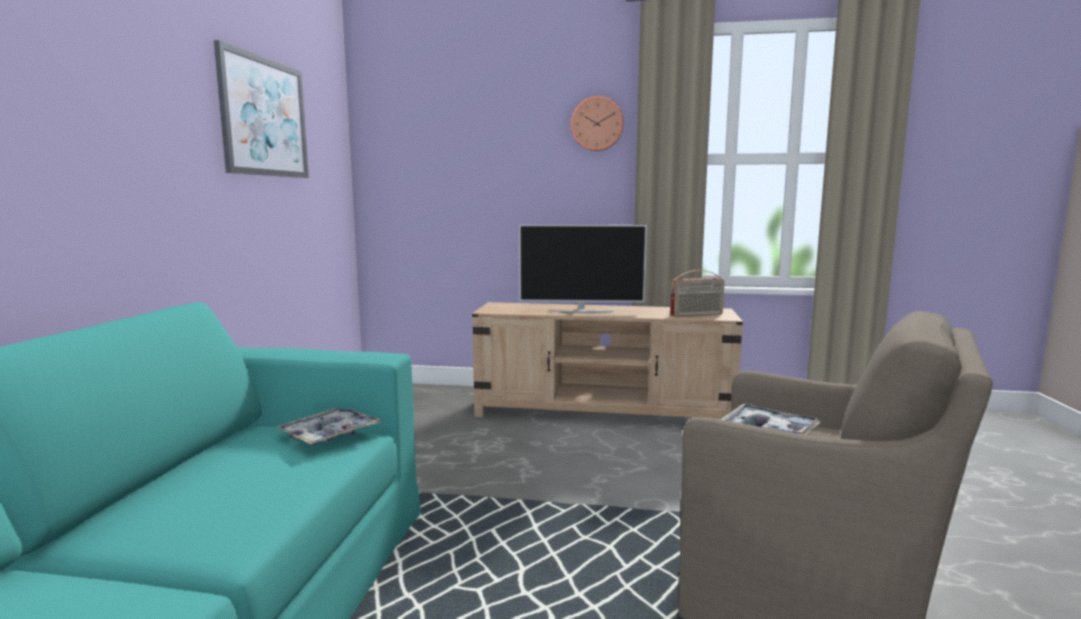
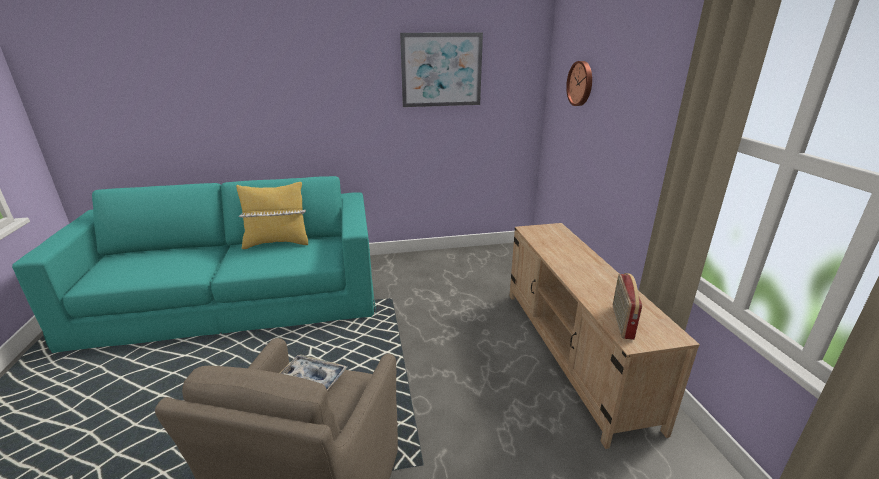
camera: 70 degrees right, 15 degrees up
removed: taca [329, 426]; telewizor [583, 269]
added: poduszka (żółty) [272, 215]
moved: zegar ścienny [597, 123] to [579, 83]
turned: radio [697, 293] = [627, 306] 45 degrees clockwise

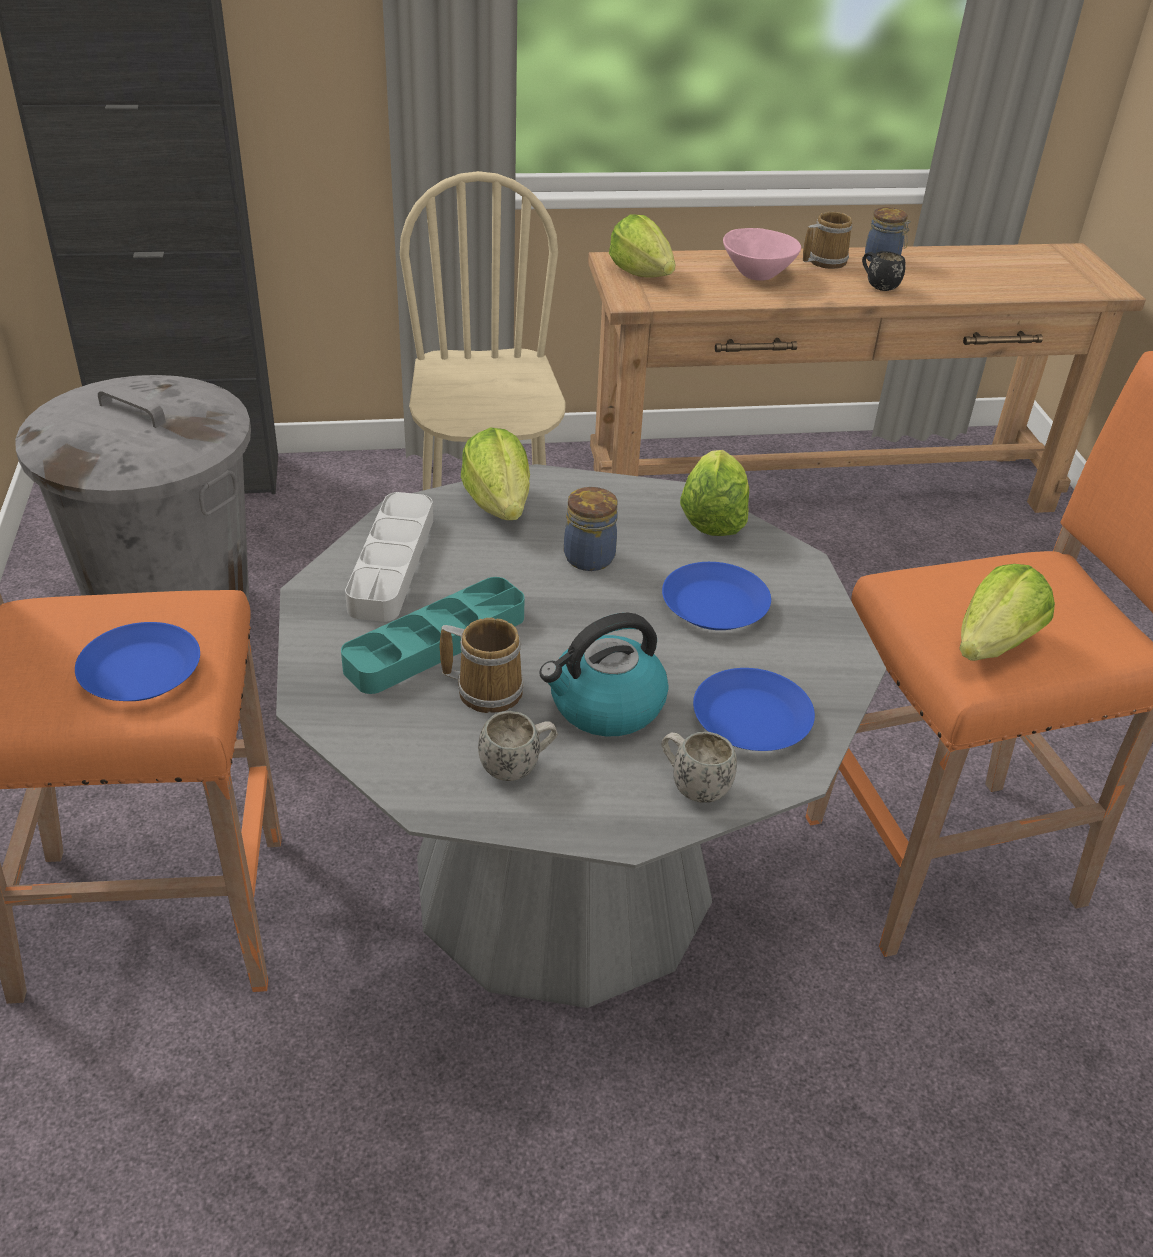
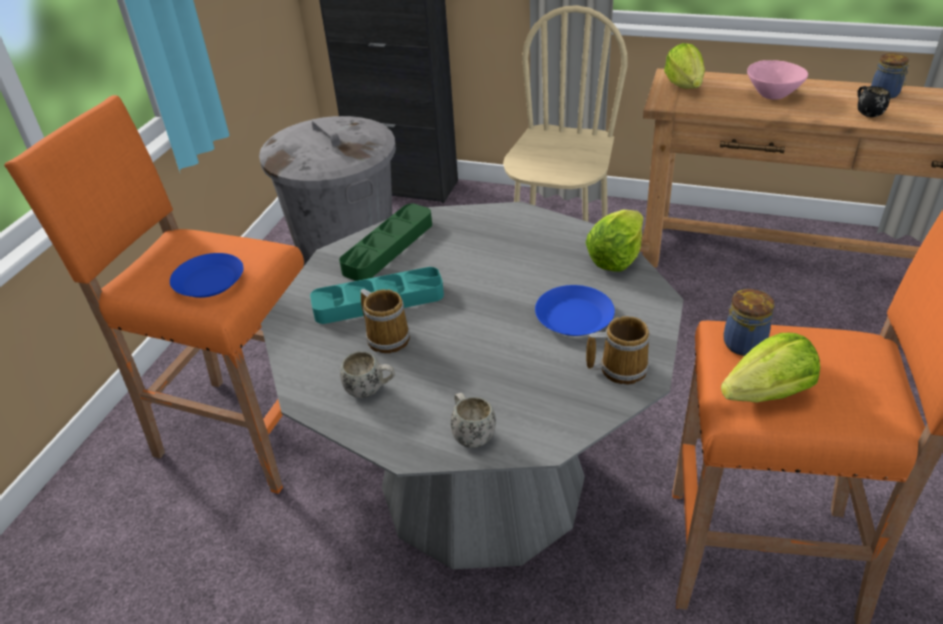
camera: 30 degrees right, 0 degrees up
removed: sałata [495, 474]; czajnik [604, 674]; talerz (niebieski) [754, 709]
moved: słoik [591, 529] to [749, 322]; kubek [827, 240] to [618, 350]
recoloured: taca (szary) [389, 557] to taca (zielony) [385, 242]

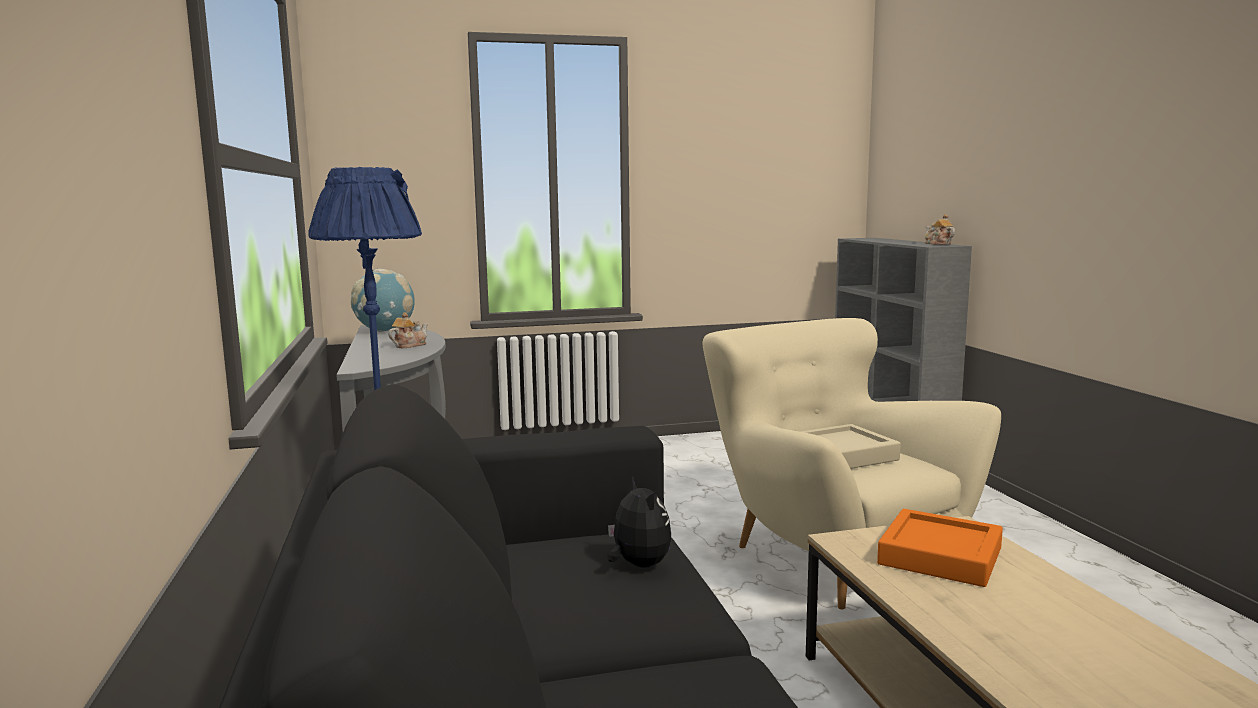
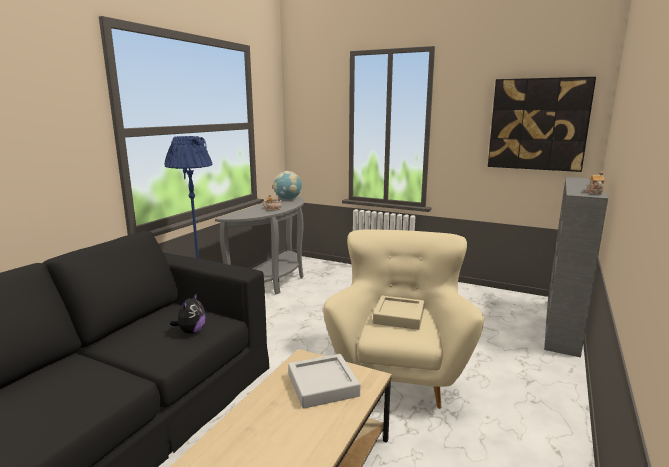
camera: 40 degrees right, 5 degrees up
added: obraz [542, 124]
recoloured: taca (pomarańczowy) [940, 548] to taca (szary) [324, 381]

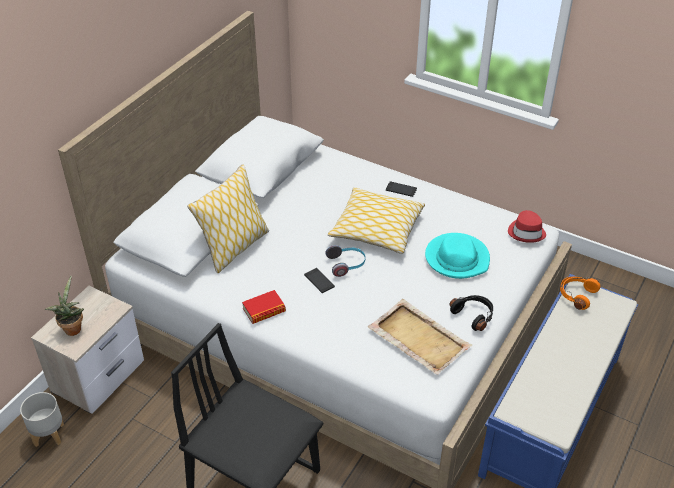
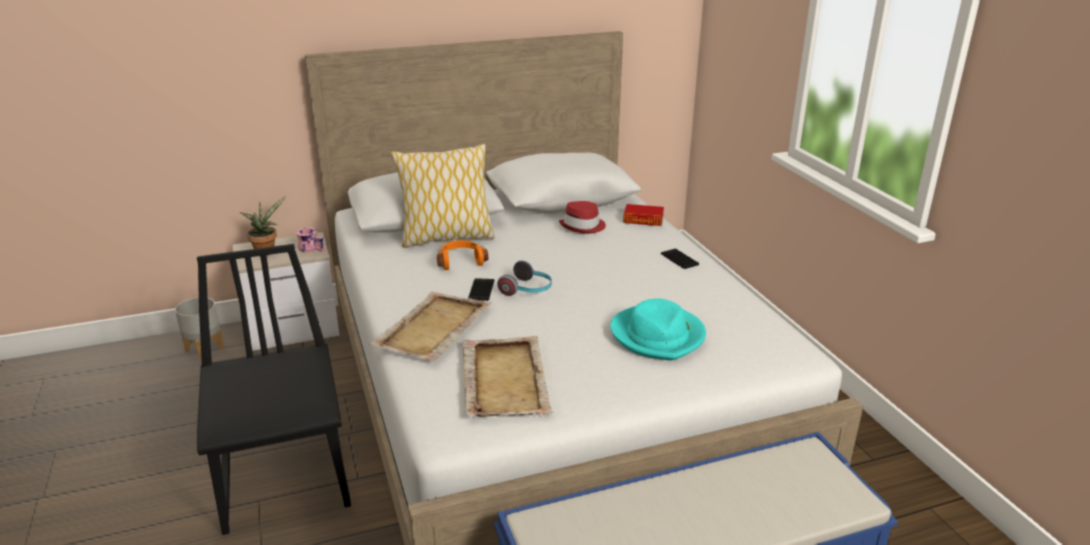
camera: 40 degrees right, 15 degrees down
removed: poduszka [376, 220]; słuchawki (czarny) [471, 313]
added: kubek (różowy) [310, 239]; taca (beżowy) [430, 326]
moved: książka [264, 307] to [643, 215]; kapelusz (czerwony) [527, 226] to [582, 217]; słuchawki (pomarańczowy) [580, 293] to [463, 255]

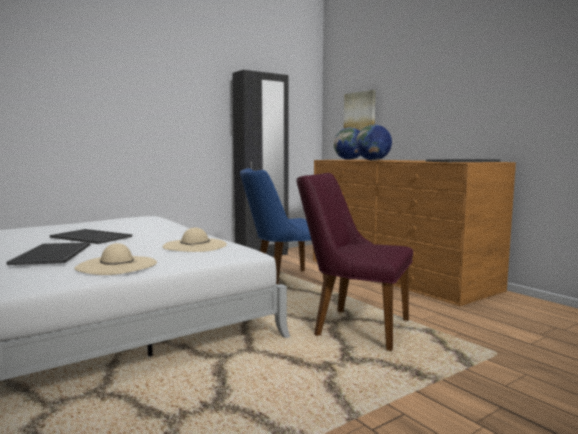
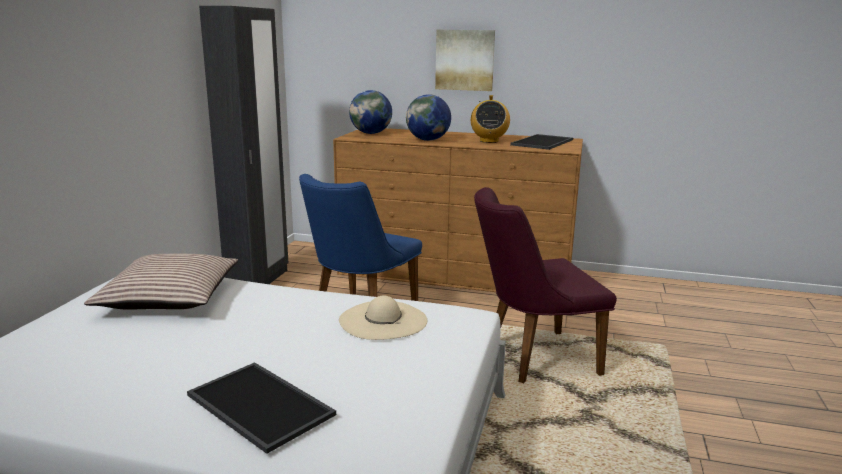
camera: 40 degrees left, 10 degrees up
removed: taca [91, 236]; kapelusz (beżowy) [115, 259]
added: poduszka [161, 282]; radio [490, 119]
moved: obraz [360, 110] to [465, 60]

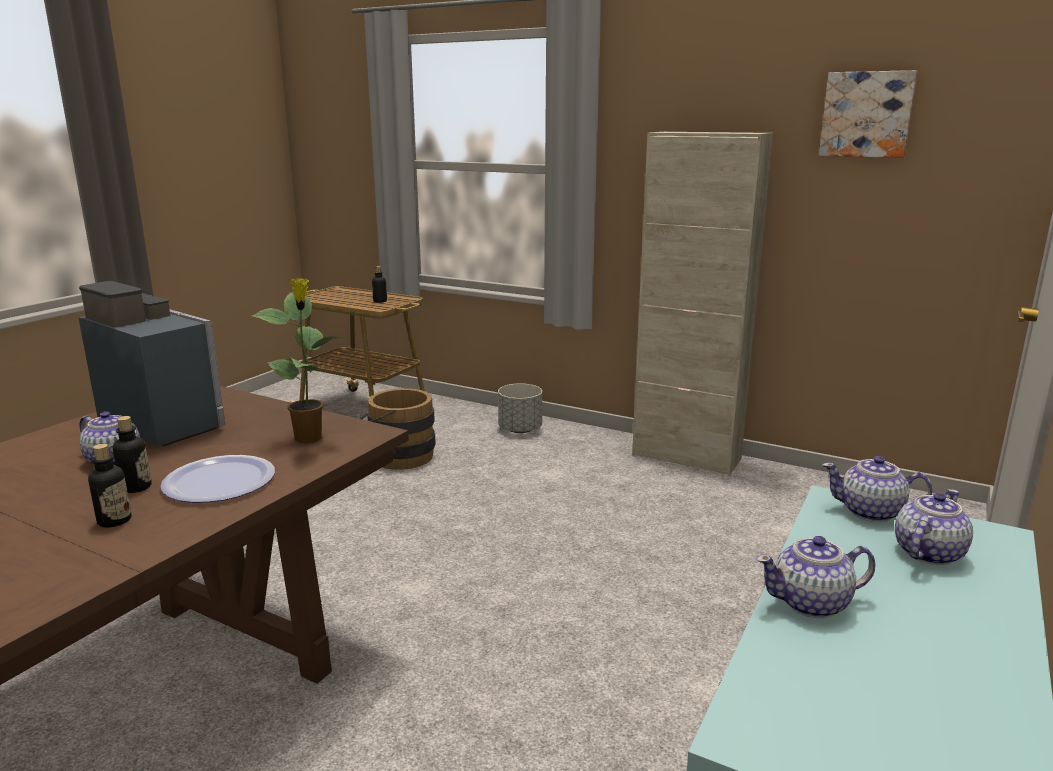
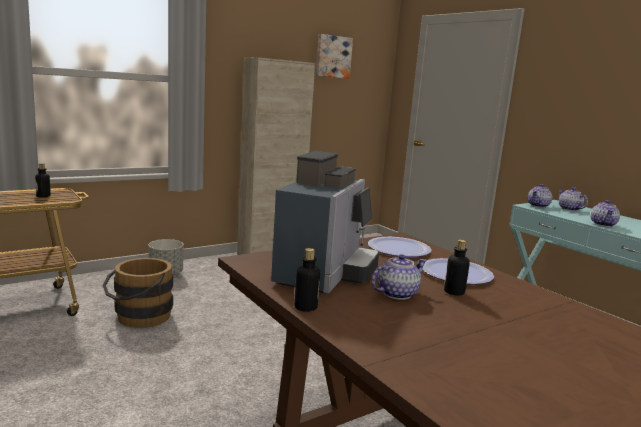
camera: 65 degrees left, 5 degrees down
moved: butelka [109, 485] to [307, 280]
replaced: roślina doniczkowa [297, 360] to talerz [399, 247]
turned: ekspres do kawy [151, 364] = [325, 222] 135 degrees clockwise

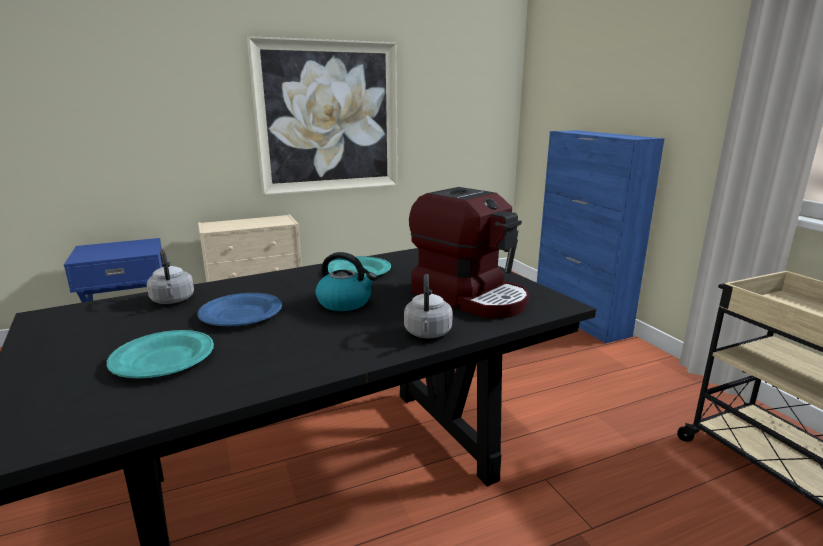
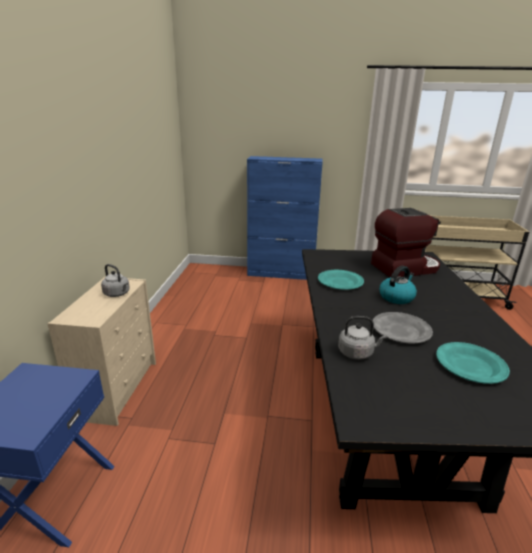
camera: 60 degrees left, 5 degrees up
removed: obraz [322, 116]
moved: czajnik (szary) [428, 306] to [115, 280]
recoloured: talerz (niebieski) [239, 309] to talerz (szary) [403, 328]

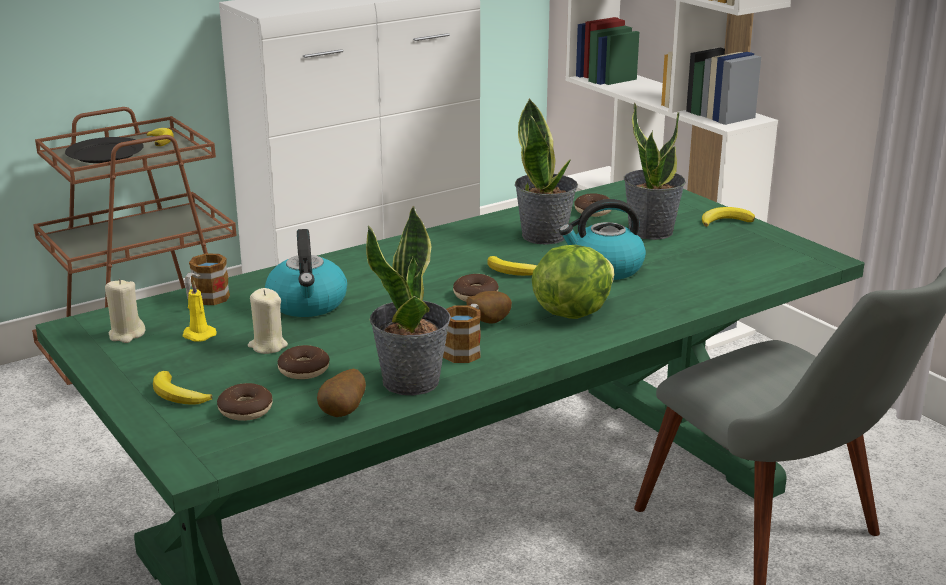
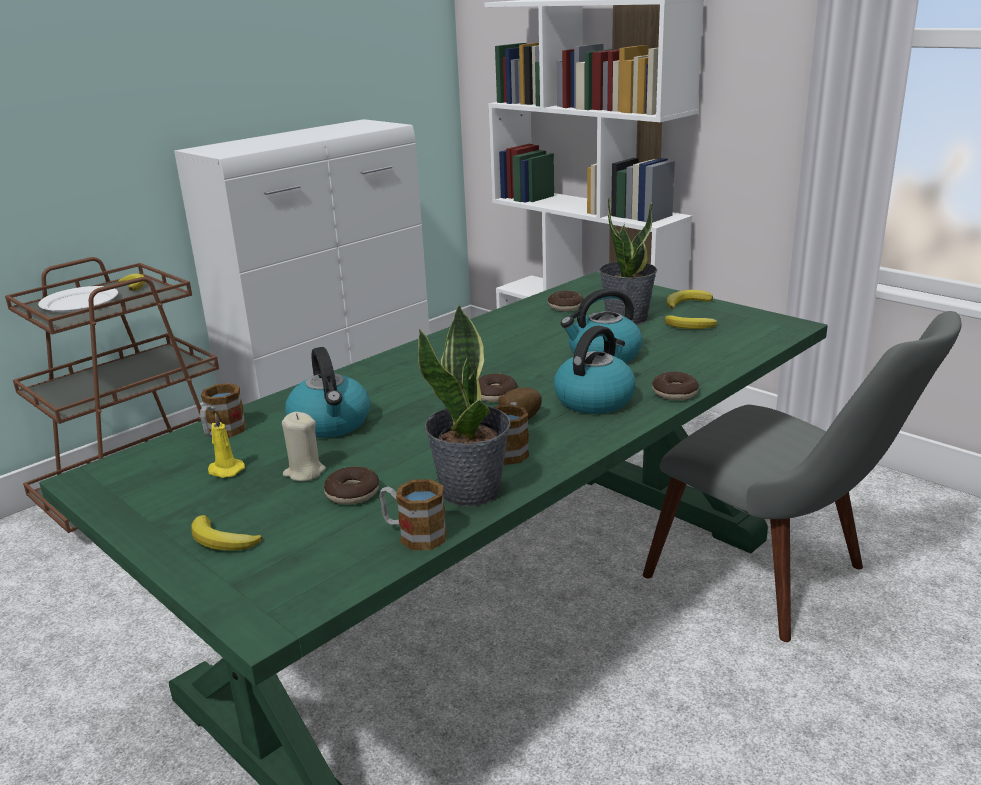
camera: 10 degrees left, 0 degrees up
removed: świeca (beżowy) [125, 311]; roślina doniczkowa [546, 171]
moved: donut [245, 402] to [675, 386]; banan [512, 266] to [691, 322]
replaced: ziemniak [341, 393] to kubek [413, 514]; sałata [573, 282] to czajnik [594, 369]
recoloured: talerz (czarny) [104, 150] to talerz (biały) [78, 299]

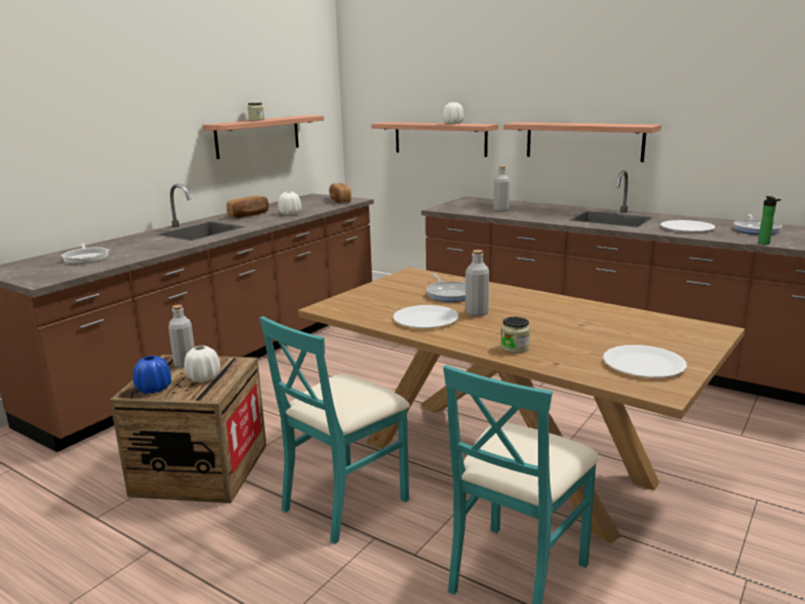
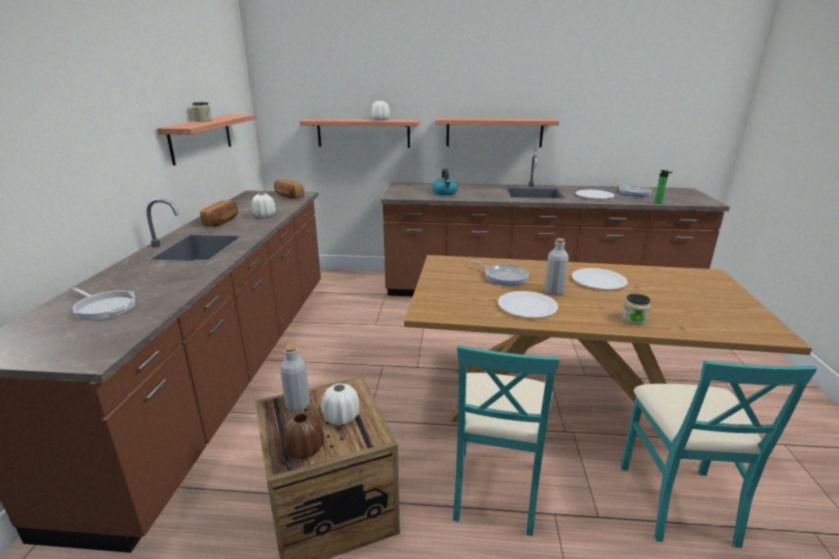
camera: 30 degrees left, 5 degrees up
moved: talerz (biały) [645, 361] to [600, 279]
replaced: butelka (szary) [502, 189] to czajnik [445, 182]
recoloured: wazon (niebieski) [152, 374] to wazon (brązowy) [302, 435]

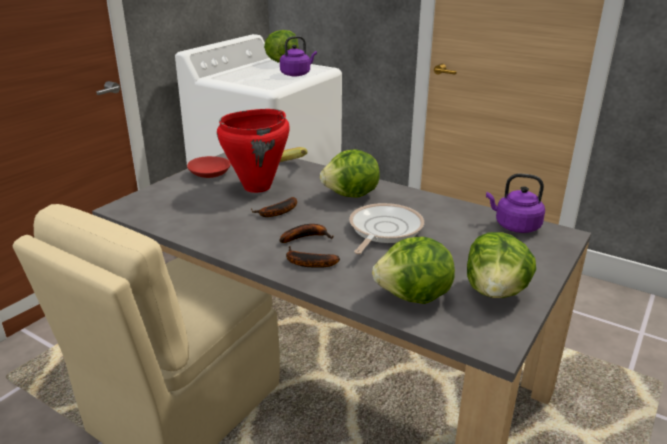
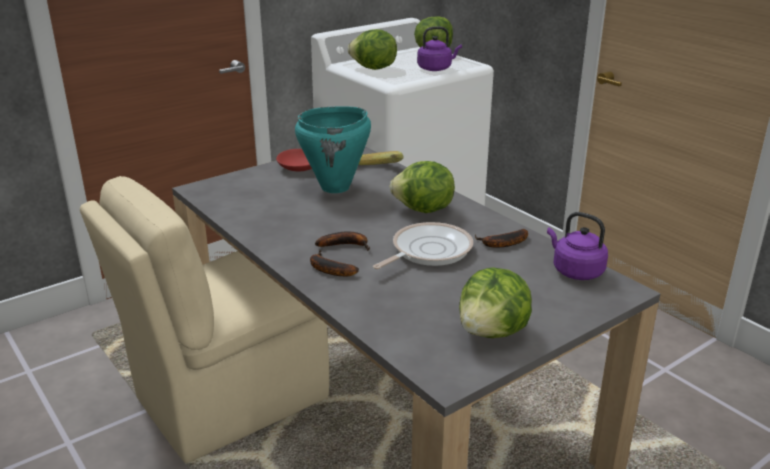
camera: 20 degrees right, 0 degrees up
moved: banan [274, 207] to [501, 238]; sałata [413, 270] to [372, 49]
recoloured: garnek (czerwony) [253, 151] to garnek (turkusowy) [333, 149]

